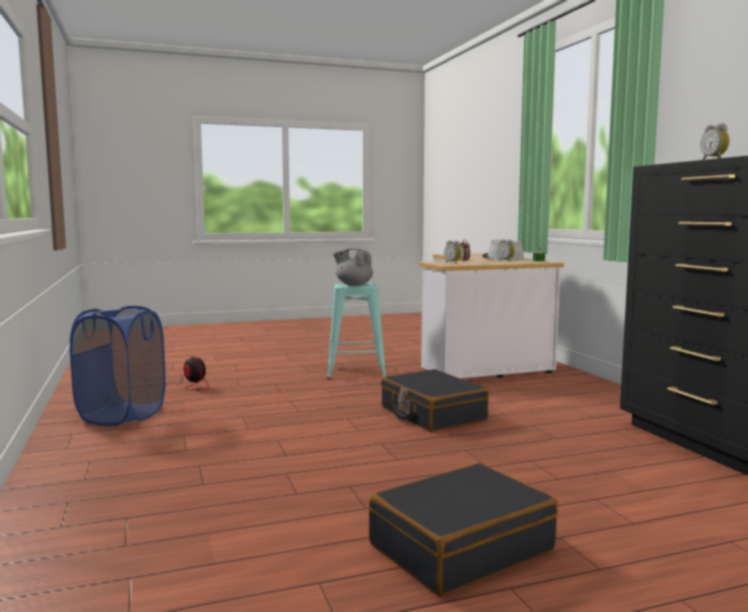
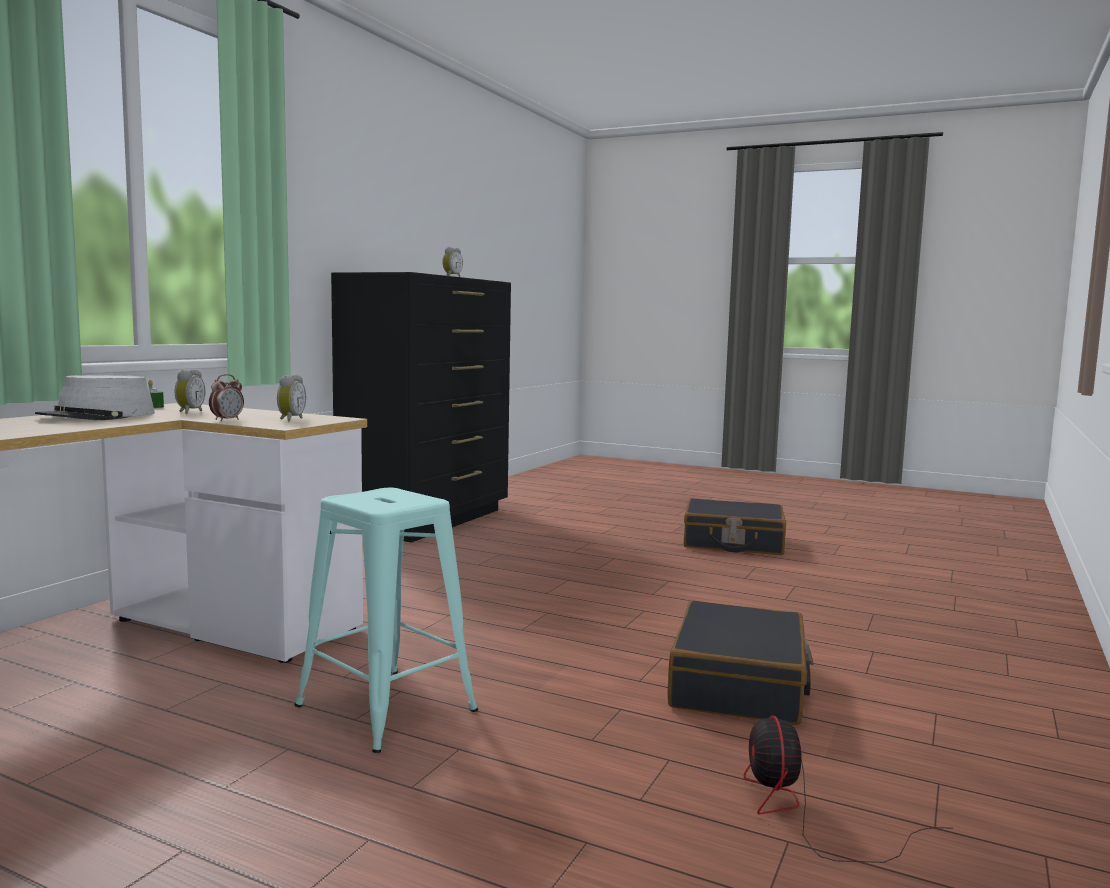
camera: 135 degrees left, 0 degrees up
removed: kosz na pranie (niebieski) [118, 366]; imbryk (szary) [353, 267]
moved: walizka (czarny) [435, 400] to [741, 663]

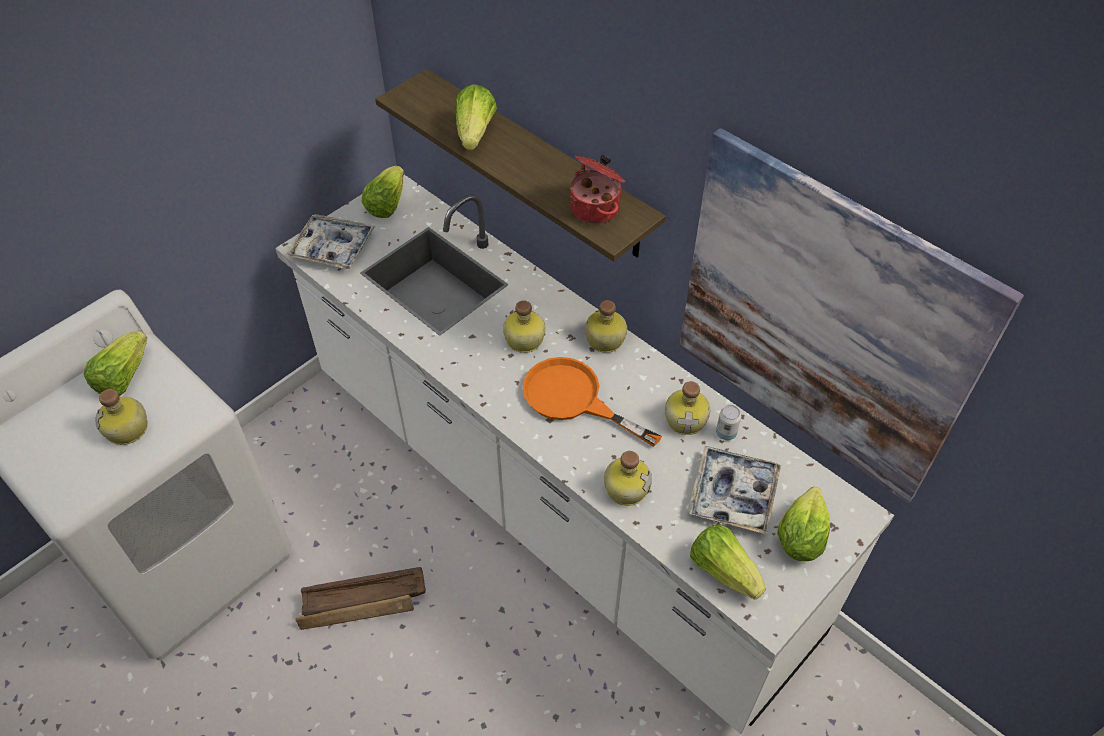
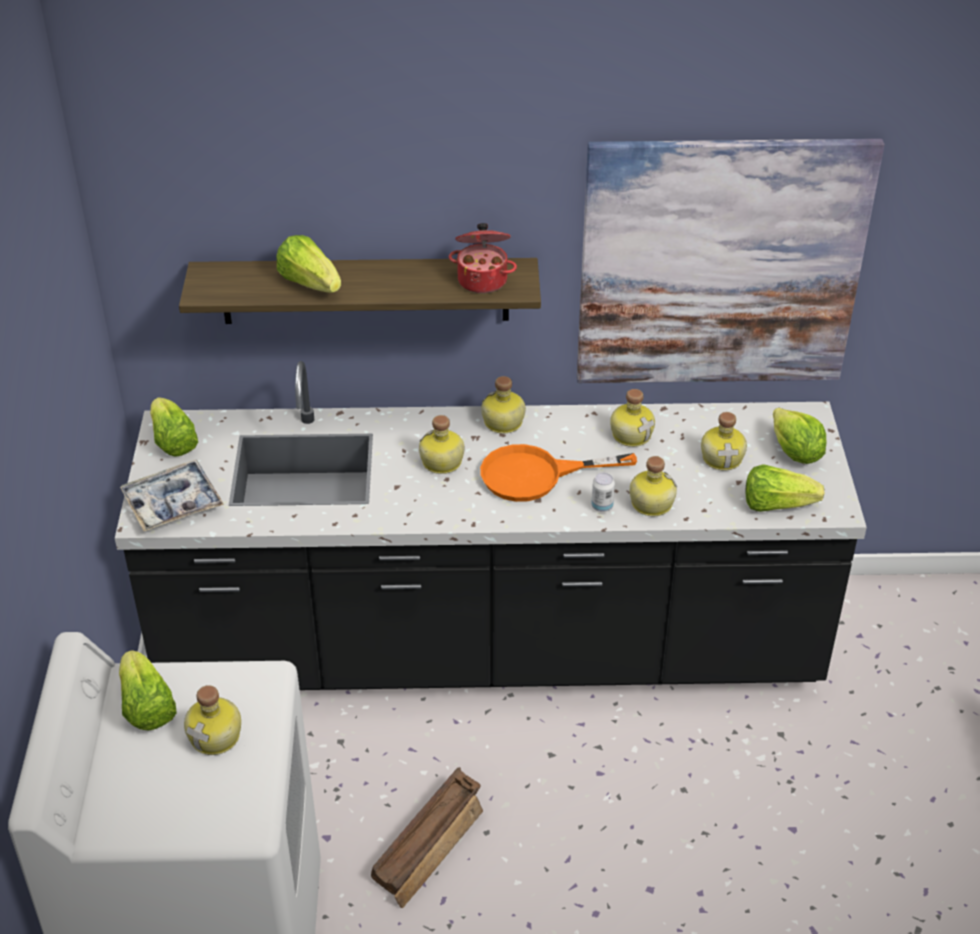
camera: 45 degrees left, 10 degrees down
moved: puszka [728, 422] to [603, 492]
replaced: taca [734, 490] to butelka [724, 441]
recoloured: zabudowa kuchenna (biały) [584, 454] to zabudowa kuchenna (czarny) [491, 525]

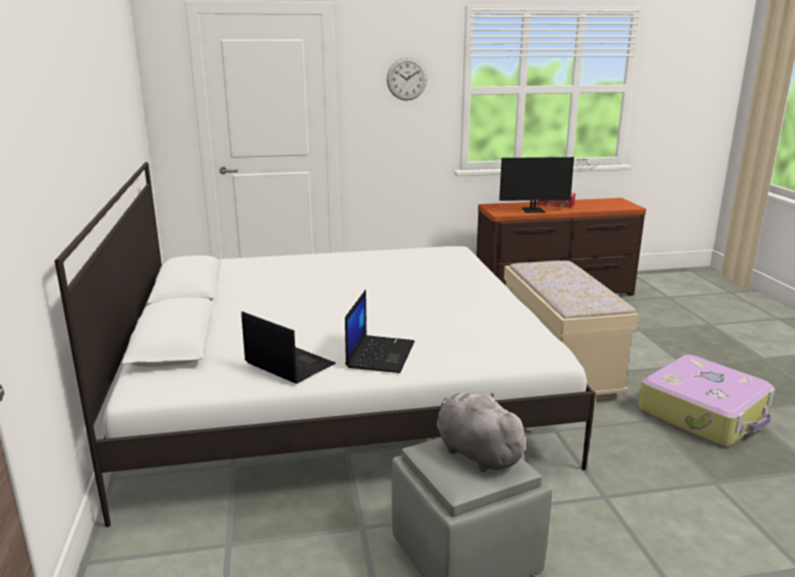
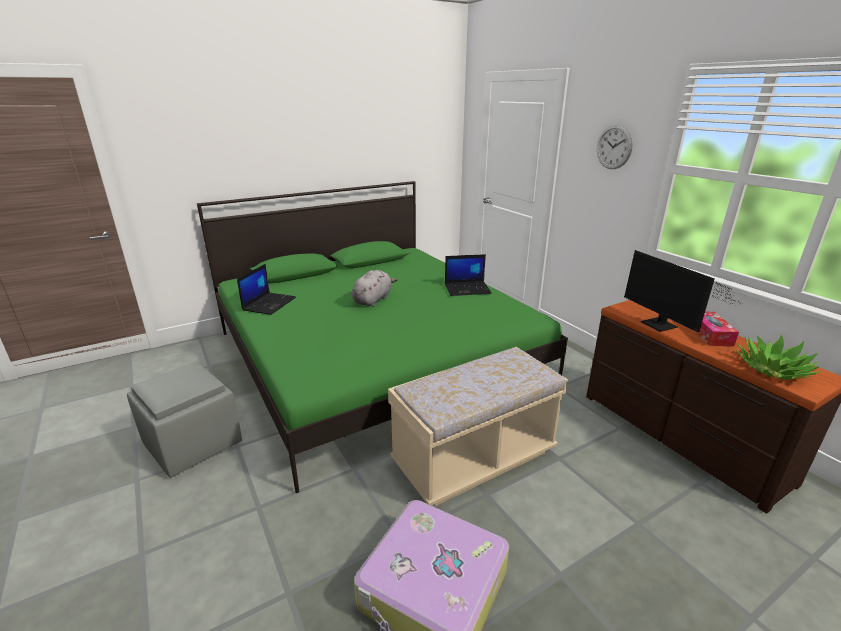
camera: 70 degrees right, 5 degrees up
added: roślina doniczkowa [779, 357]
moved: laptop [380, 331] to [468, 275]; pluszak (szary) [485, 432] to [375, 288]
recoloured: łóżko (biały) [325, 344] to łóżko (zielony) [382, 337]

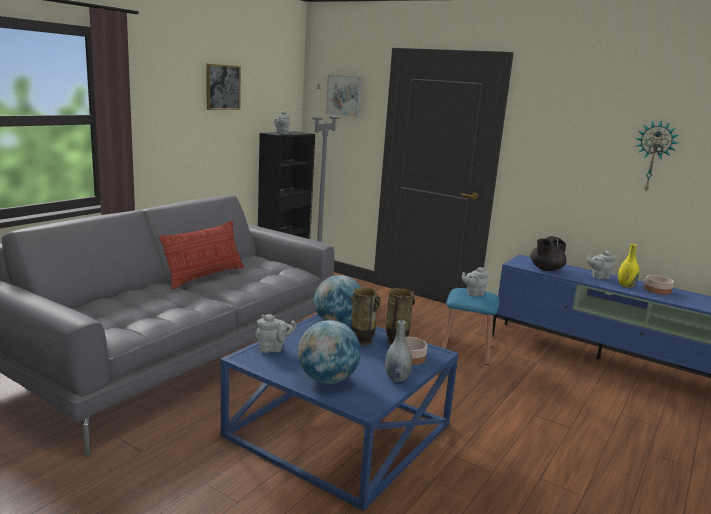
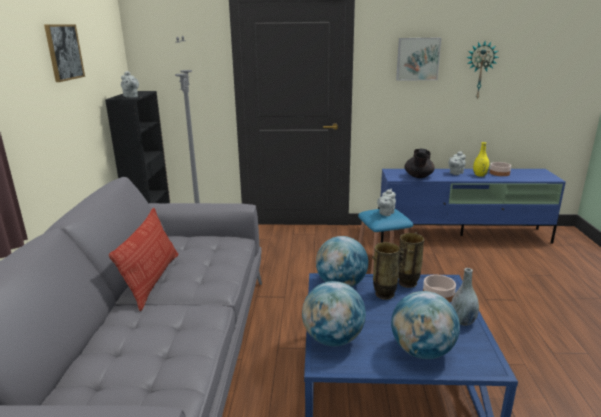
camera: 30 degrees left, 5 degrees up
moved: obraz [344, 96] to [418, 59]
replaced: imbryk (szary) [276, 333] to globus [334, 313]

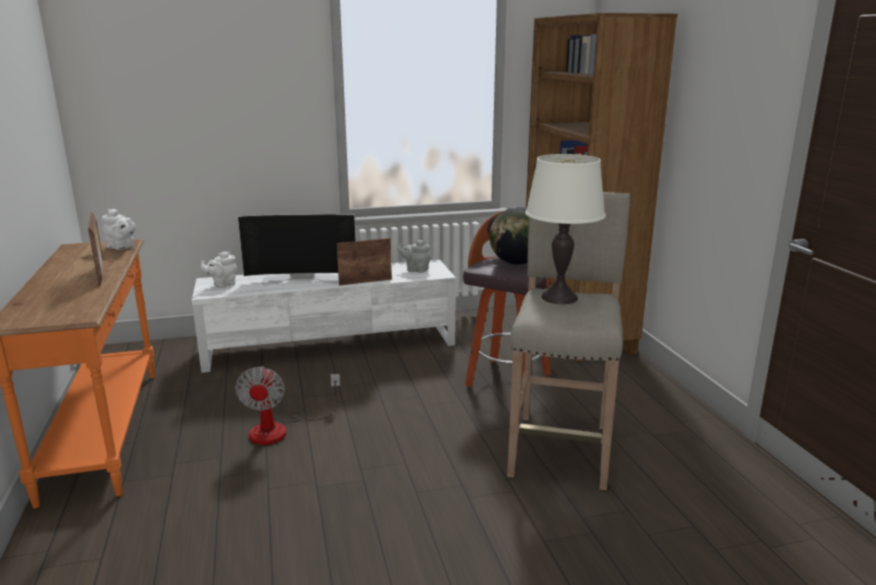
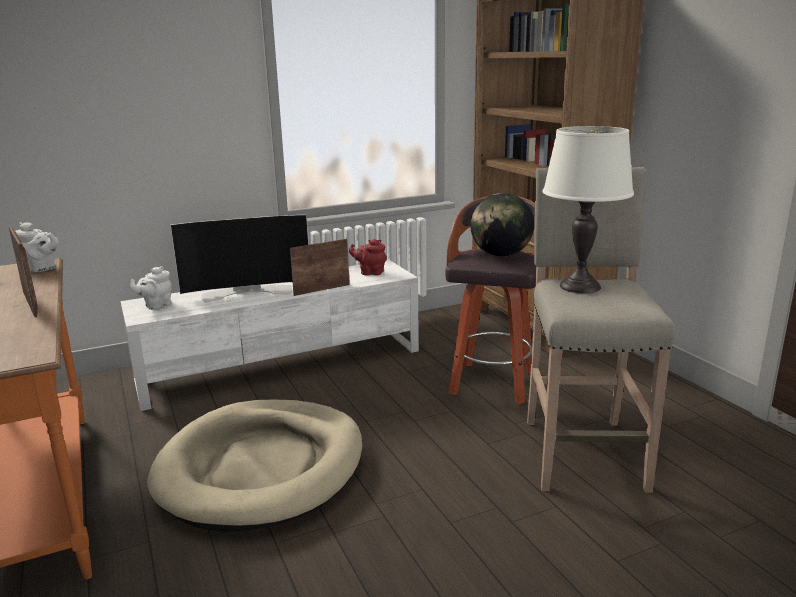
camera: 10 degrees left, 0 degrees up
replaced: wentylator [287, 405] to legowisko (beżowy) [254, 465]
recoloured: imbryk (szary) [414, 256] to imbryk (czerwony) [368, 257]

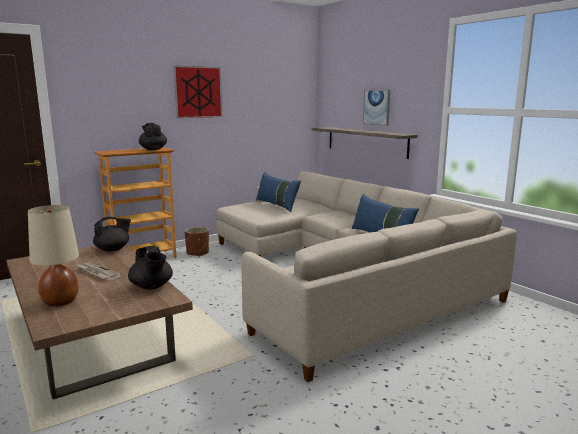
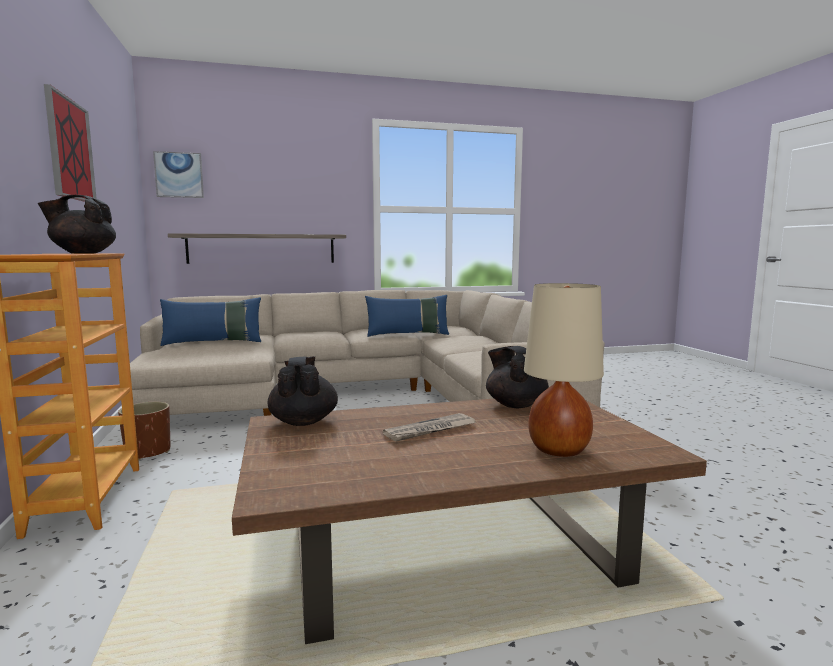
camera: 70 degrees left, 5 degrees down
moved: obraz [376, 108] to [178, 174]
turned: imbryk (czarny) [150, 268] = [517, 377] 105 degrees counterclockwise

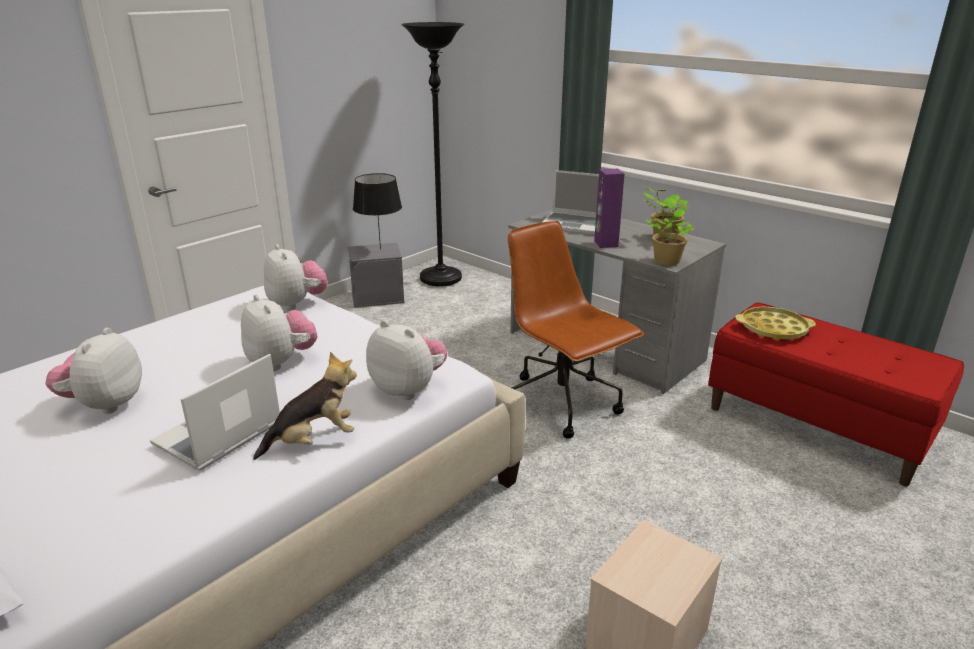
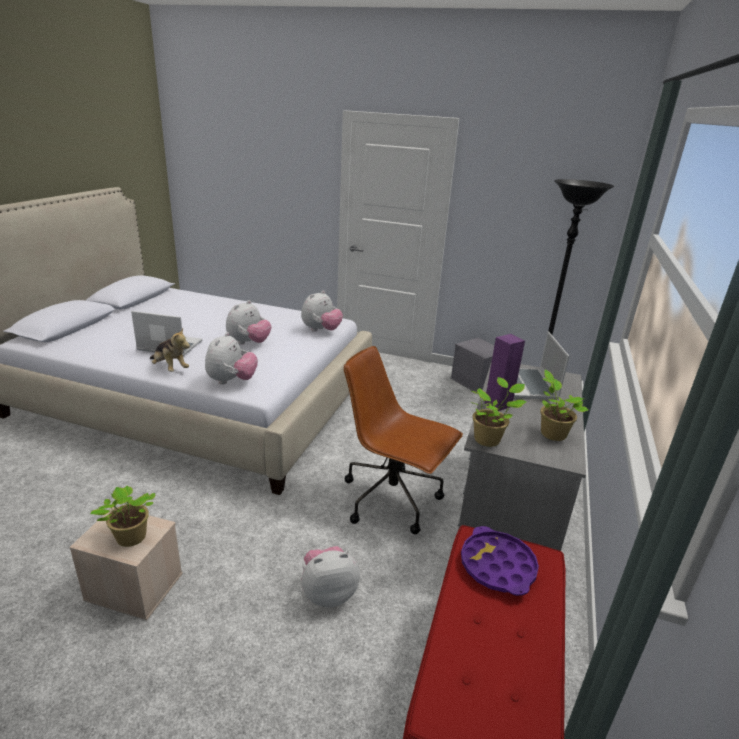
camera: 65 degrees right, 0 degrees up
removed: lampa stołowa (czarny) [377, 211]
added: roślina doniczkowa [122, 516]
moved: pluszak [93, 371] to [331, 577]
recoloured: taca (żółty) [775, 323] to taca (fioletowy) [500, 561]
turned: krzesło biurowe (brązowy) [576, 330] = [403, 440] 90 degrees counterclockwise

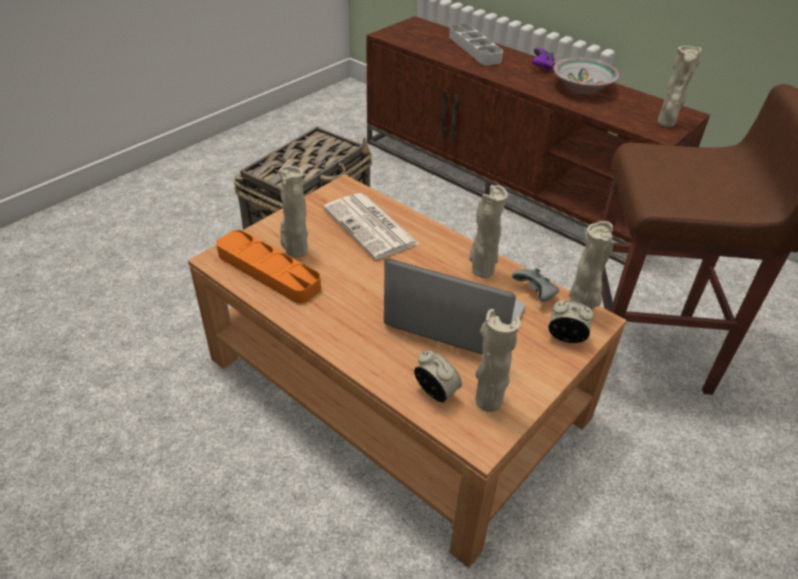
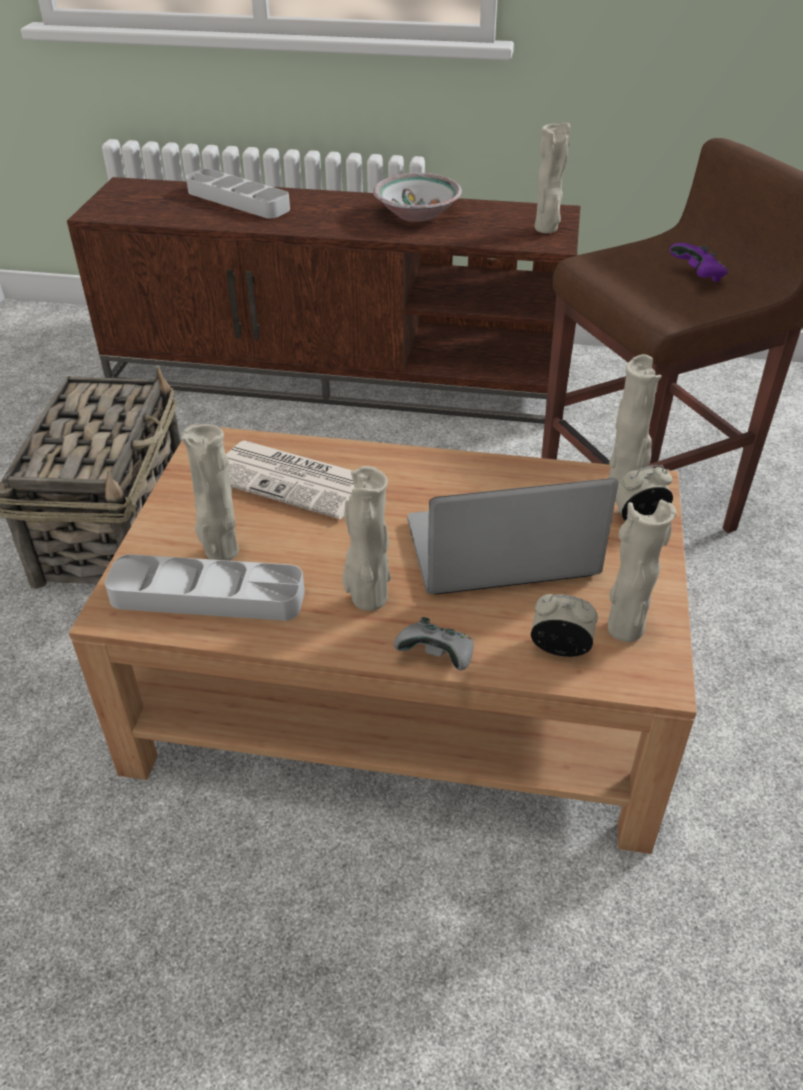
camera: 30 degrees left, 0 degrees up
moved: wazon (beżowy) [488, 231] to [366, 538]; pad do gier (szary) [535, 285] to [433, 643]; pad do gier (fioletowy) [543, 60] to [699, 262]
recoloured: taca (pomarańczowy) [268, 267] to taca (szary) [204, 587]

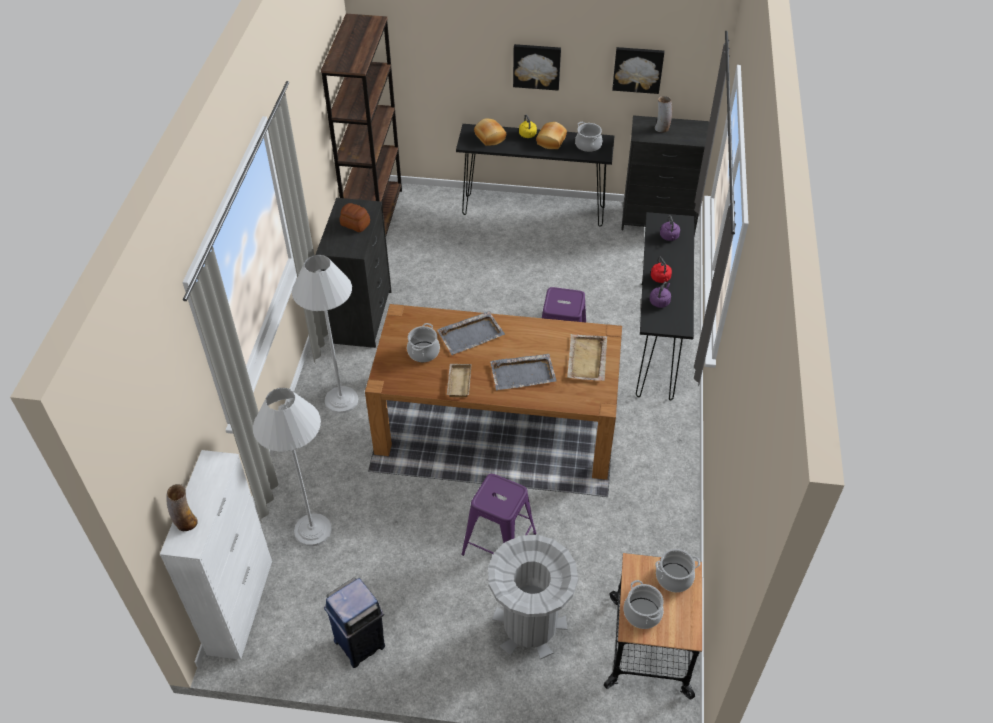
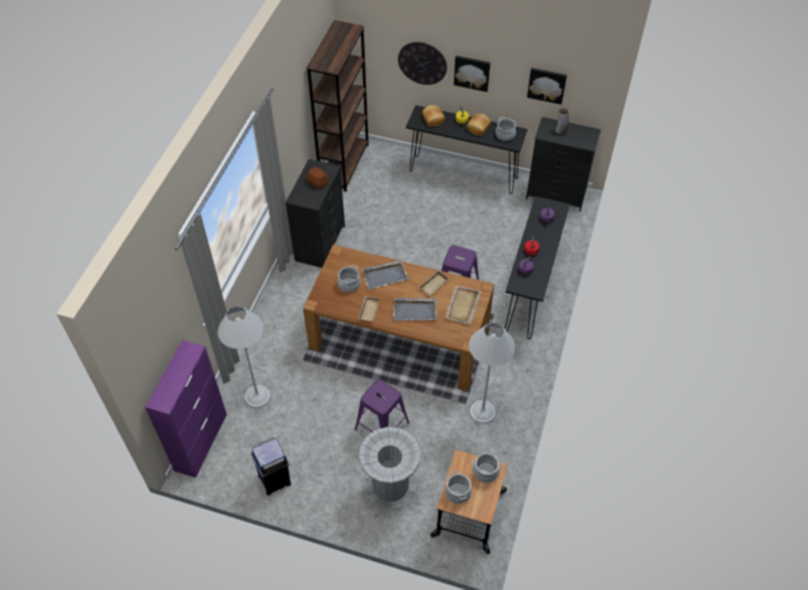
camera: 10 degrees right, 5 degrees up
removed: wazon [182, 507]
added: zegar ścienny [422, 63]; taca (beżowy) [434, 283]
moved: lampa stojąca (biały) [325, 334] to [492, 373]
recoloured: szafka (biały) [216, 555] to szafka (fioletowy) [186, 409]

